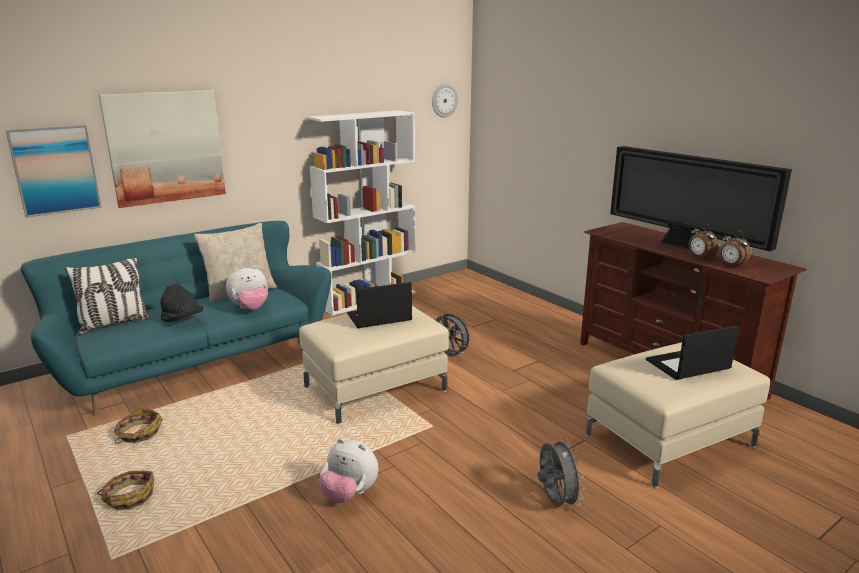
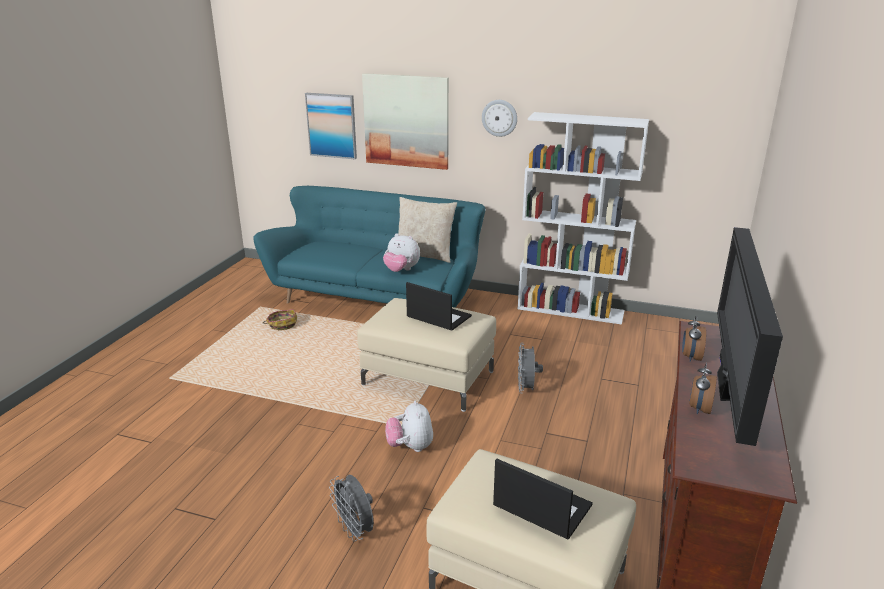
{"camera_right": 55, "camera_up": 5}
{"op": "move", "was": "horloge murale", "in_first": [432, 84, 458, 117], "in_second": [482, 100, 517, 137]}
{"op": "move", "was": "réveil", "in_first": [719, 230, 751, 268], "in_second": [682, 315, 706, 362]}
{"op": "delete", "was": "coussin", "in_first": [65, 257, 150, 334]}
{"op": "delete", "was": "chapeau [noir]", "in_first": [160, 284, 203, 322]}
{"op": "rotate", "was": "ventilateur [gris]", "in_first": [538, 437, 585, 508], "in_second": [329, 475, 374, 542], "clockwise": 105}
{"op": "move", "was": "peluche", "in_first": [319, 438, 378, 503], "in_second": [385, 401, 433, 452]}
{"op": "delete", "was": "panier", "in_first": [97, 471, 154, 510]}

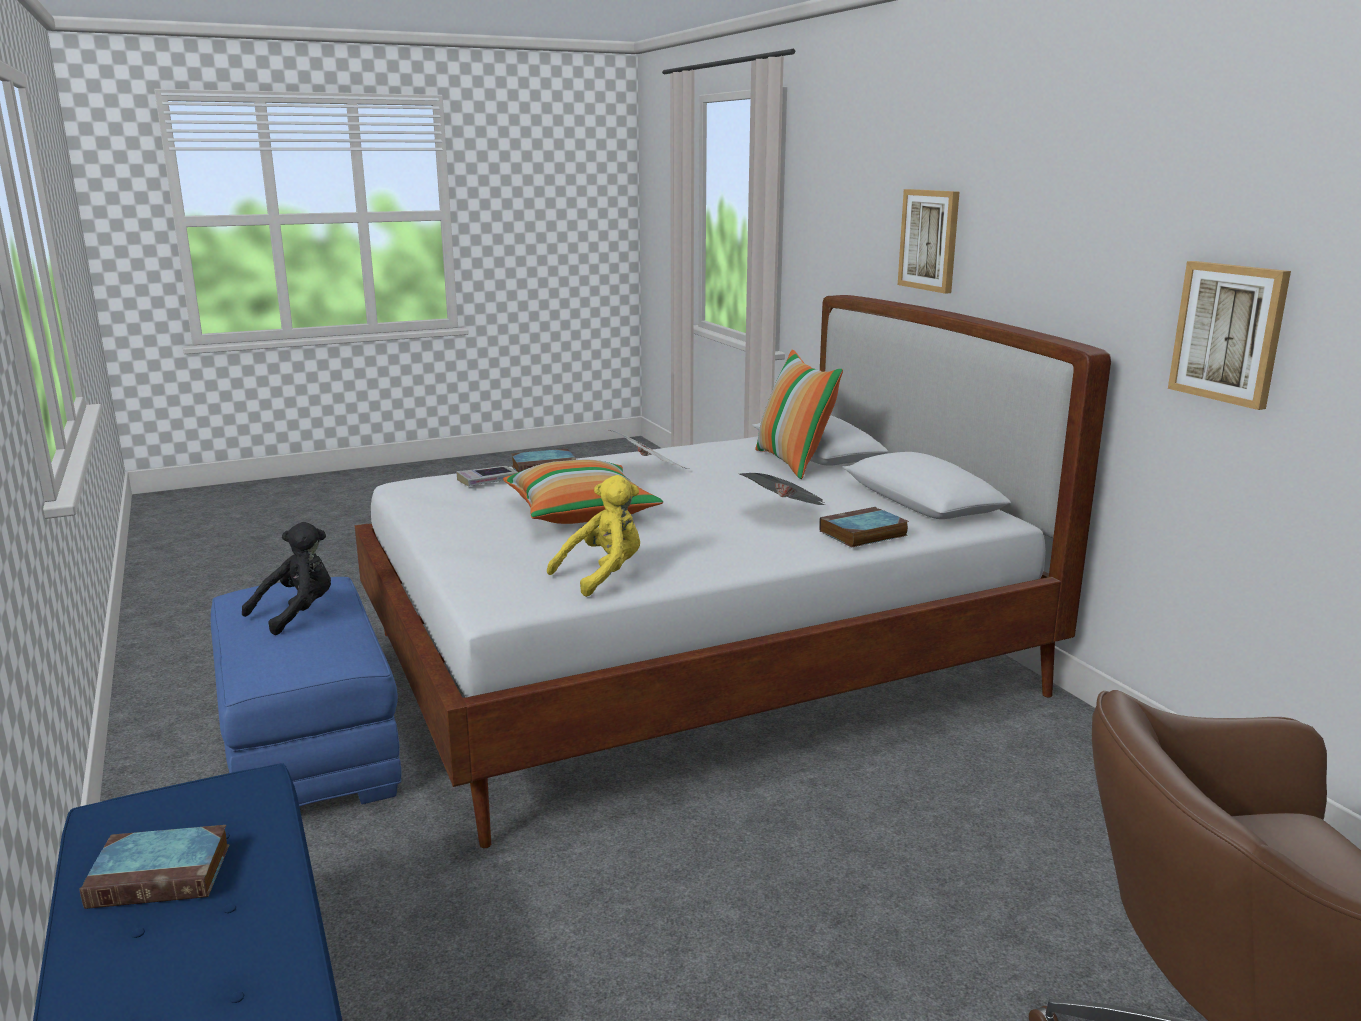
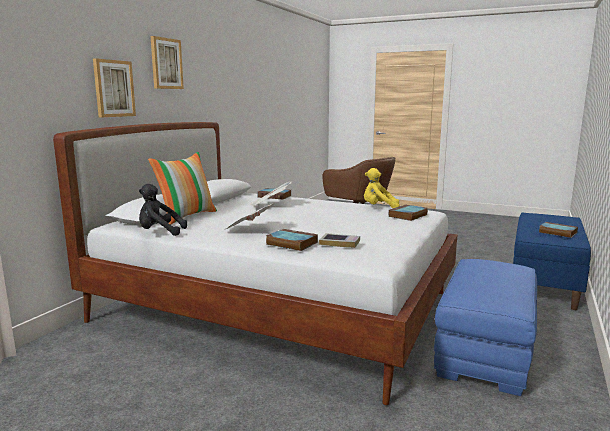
{"camera_right": -130, "camera_up": -5}
{"op": "move", "was": "tableau", "in_first": [1168, 261, 1291, 410], "in_second": [150, 36, 184, 89]}
{"op": "delete", "was": "coussin", "in_first": [503, 460, 663, 524]}
{"op": "move", "was": "peluche [noir]", "in_first": [242, 522, 331, 635], "in_second": [139, 184, 187, 236]}
{"op": "insert", "now": "livre", "in_second": [389, 204, 428, 221]}

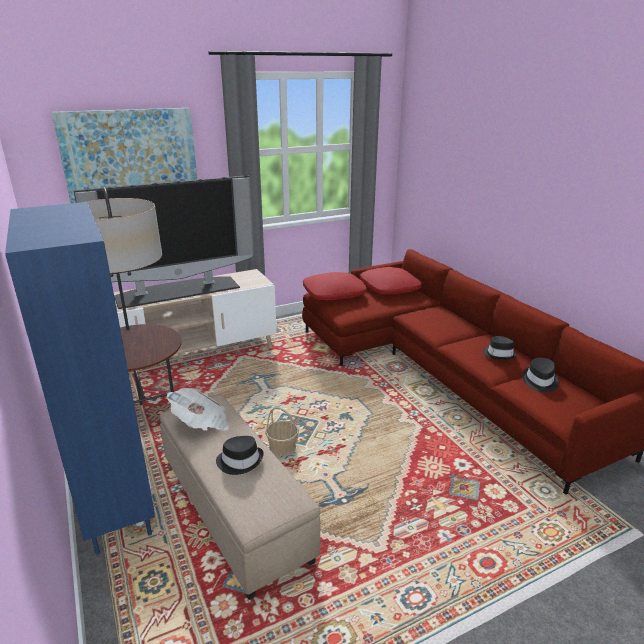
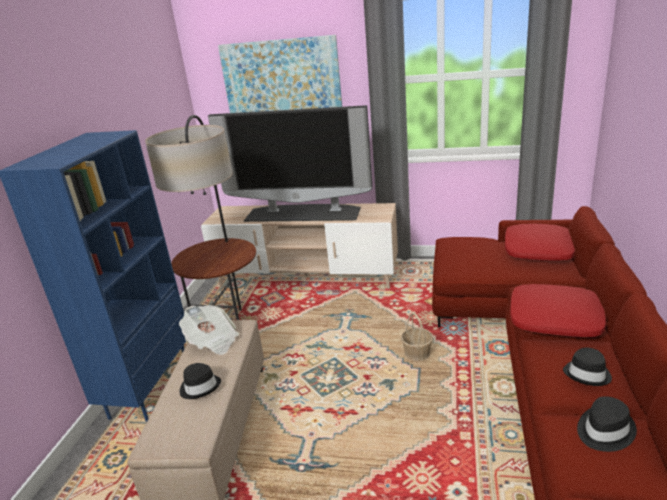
{"camera_right": 40, "camera_up": 0}
{"op": "move", "was": "coussin [rouge]", "in_first": [303, 272, 367, 300], "in_second": [510, 284, 606, 337]}
{"op": "move", "was": "panier", "in_first": [265, 407, 299, 456], "in_second": [401, 313, 433, 361]}

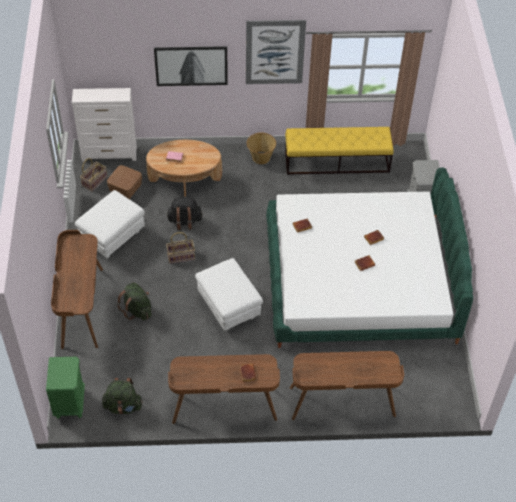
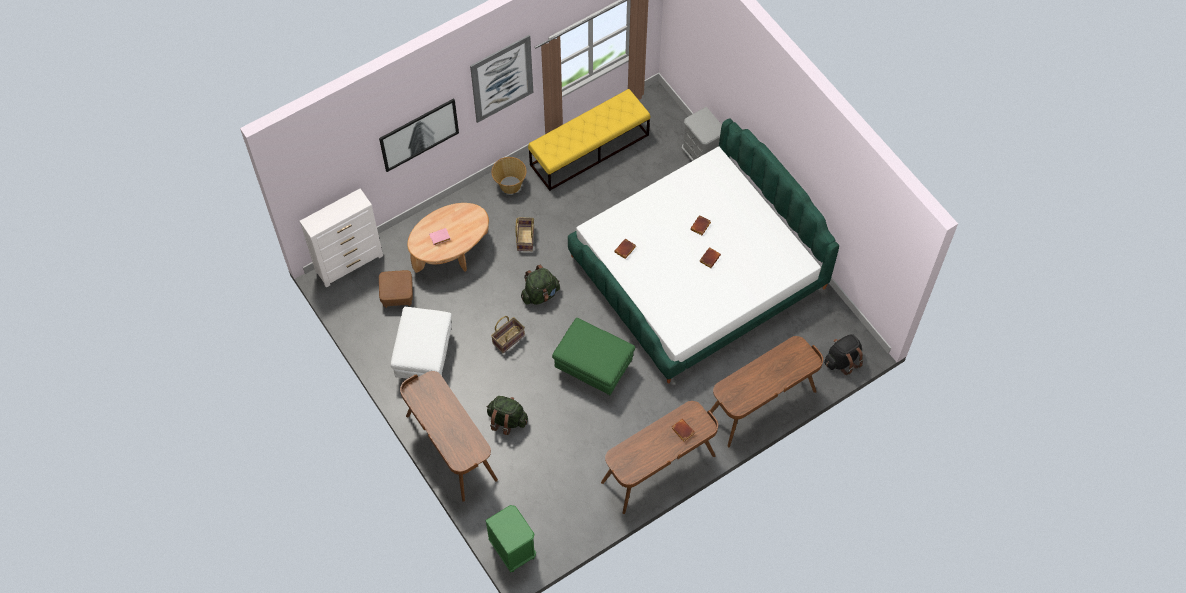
{"camera_right": -30, "camera_up": 10}
{"op": "move", "was": "panier", "in_first": [80, 158, 107, 191], "in_second": [516, 217, 534, 251]}
{"op": "move", "was": "sac à dos [noir]", "in_first": [166, 197, 202, 230], "in_second": [824, 334, 863, 375]}
{"op": "recolor", "was": "pouf [blanc]", "now": "pouf [vert]", "in_first": [195, 258, 263, 331], "in_second": [552, 318, 635, 395]}
{"op": "move", "was": "sac à dos [vert]", "in_first": [102, 378, 143, 414], "in_second": [521, 264, 560, 305]}

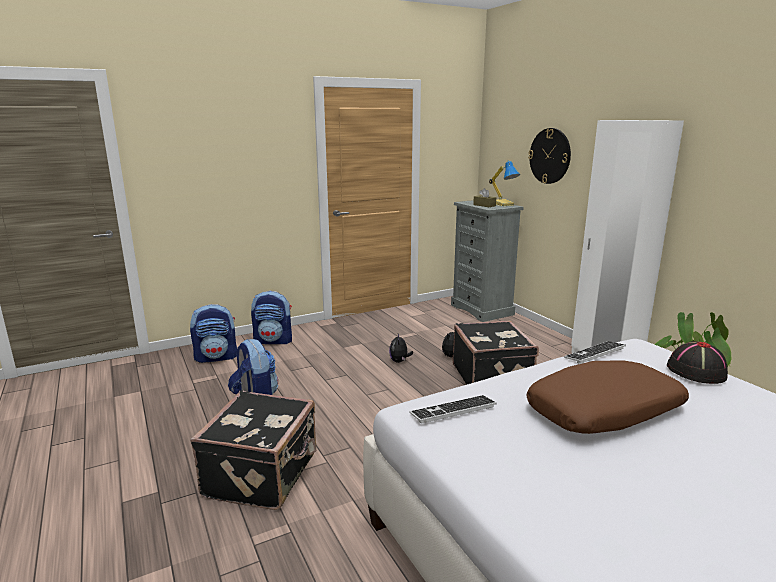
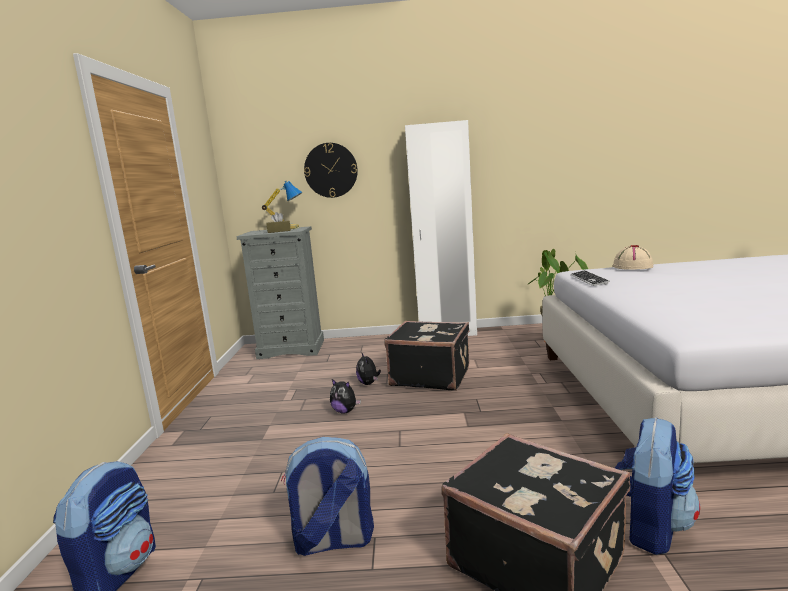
{"camera_right": -60, "camera_up": -5}
{"op": "move", "was": "sac à dos", "in_first": [251, 291, 292, 344], "in_second": [615, 417, 700, 555]}
{"op": "recolor", "was": "chapeau [noir]", "now": "chapeau [beige]", "in_first": [667, 341, 728, 384], "in_second": [613, 245, 653, 270]}
{"op": "delete", "was": "coussin [marron]", "in_first": [527, 360, 689, 434]}
{"op": "delete", "was": "clavier", "in_first": [410, 395, 496, 424]}

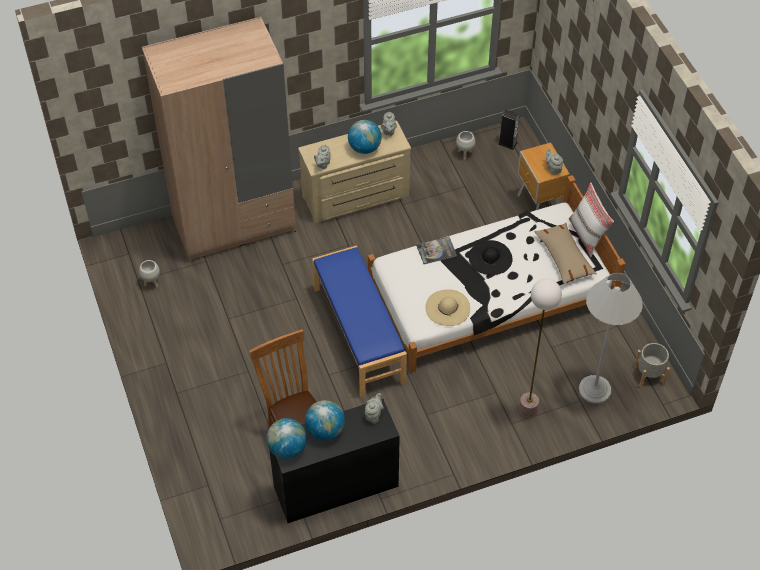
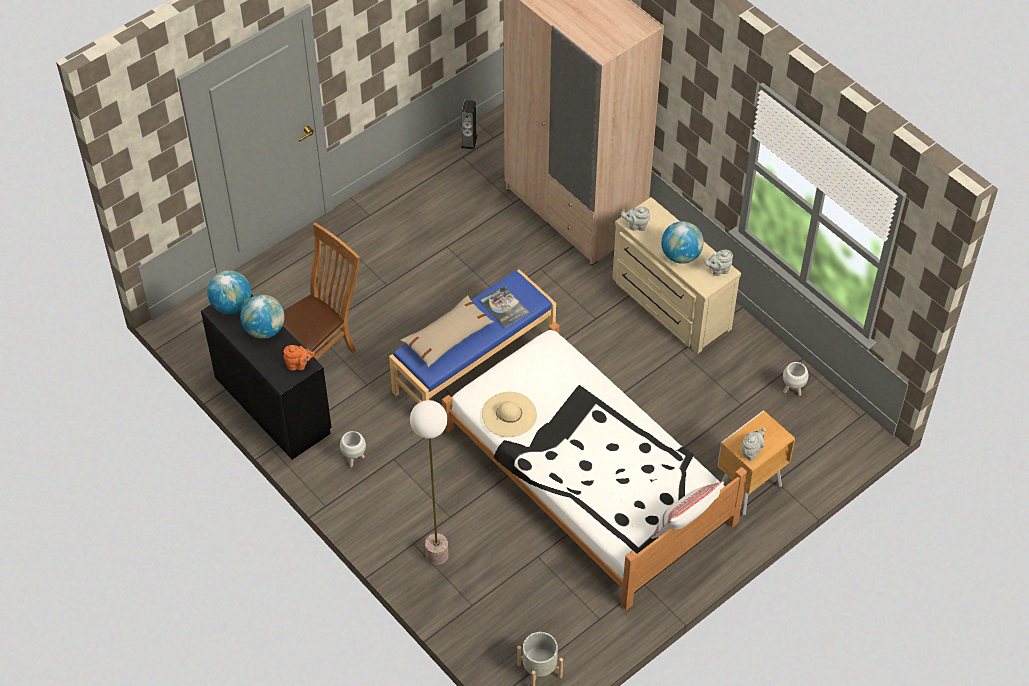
{"camera_right": 70, "camera_up": 0}
{"op": "move", "was": "enceinte", "in_first": [498, 109, 520, 150], "in_second": [461, 100, 477, 150]}
{"op": "move", "was": "coussin [beige]", "in_first": [534, 223, 597, 284], "in_second": [400, 295, 494, 367]}
{"op": "move", "was": "livre", "in_first": [416, 237, 457, 264], "in_second": [480, 286, 530, 328]}
{"op": "delete", "was": "chapeau [noir]", "in_first": [469, 240, 513, 275]}
{"op": "move", "was": "cache-pot [blanc]", "in_first": [139, 260, 160, 288], "in_second": [340, 431, 366, 467]}
{"op": "delete", "was": "lampadaire [blanc]", "in_first": [579, 272, 643, 404]}
{"op": "recolor", "was": "théière [gris]", "now": "théière [orange]", "in_first": [365, 393, 384, 424], "in_second": [283, 345, 315, 370]}

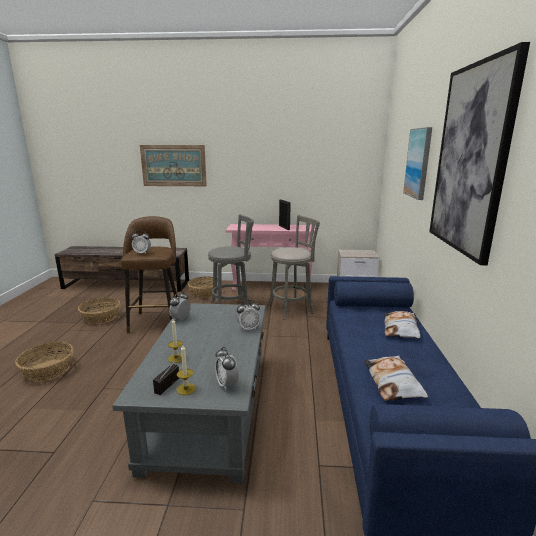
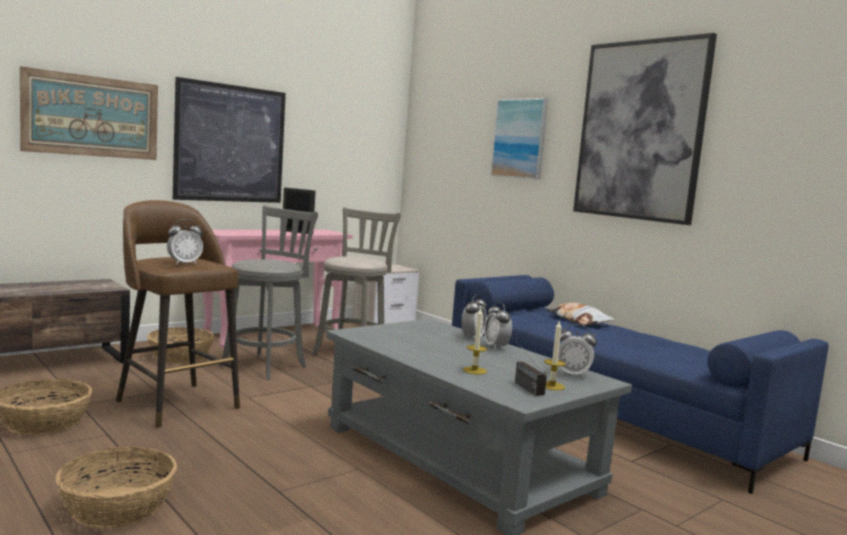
{"camera_right": -45, "camera_up": -10}
{"op": "move", "was": "réveil", "in_first": [169, 291, 191, 321], "in_second": [484, 302, 512, 350]}
{"op": "delete", "was": "coussin", "in_first": [364, 355, 428, 401]}
{"op": "insert", "now": "tableau", "in_second": [173, 77, 286, 203]}

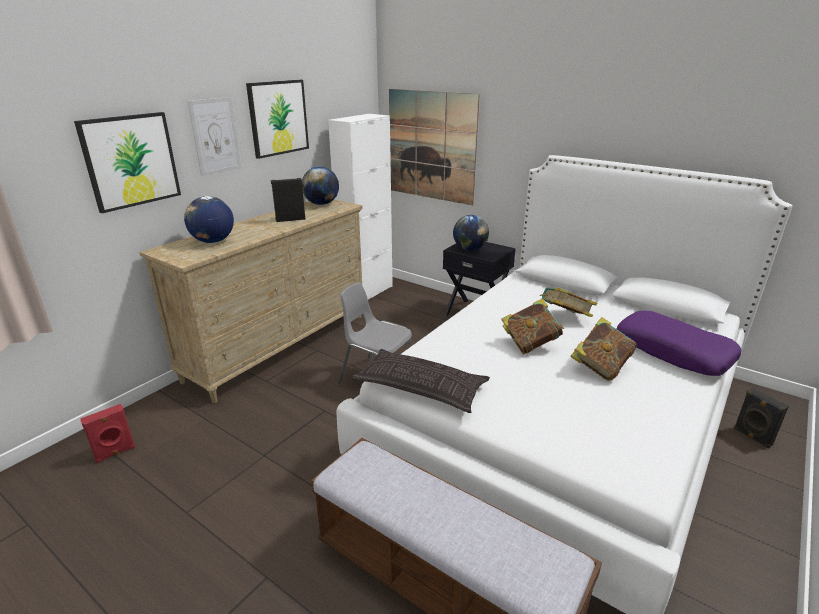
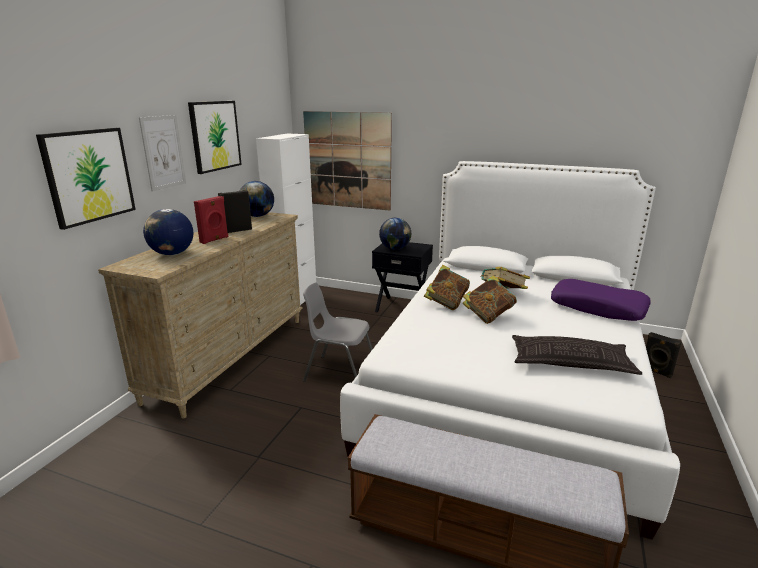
{"camera_right": -15, "camera_up": -5}
{"op": "move", "was": "livre", "in_first": [570, 317, 637, 381], "in_second": [424, 265, 470, 310]}
{"op": "move", "was": "coussin", "in_first": [352, 349, 490, 413], "in_second": [512, 335, 643, 375]}
{"op": "move", "was": "enceinte [rouge]", "in_first": [80, 404, 136, 463], "in_second": [194, 196, 229, 244]}

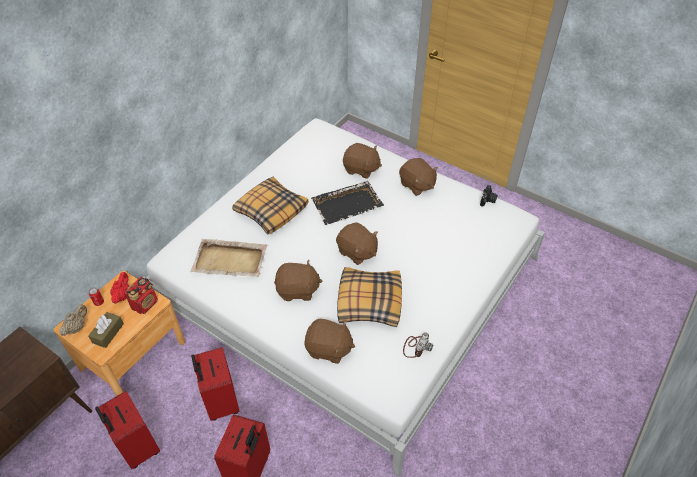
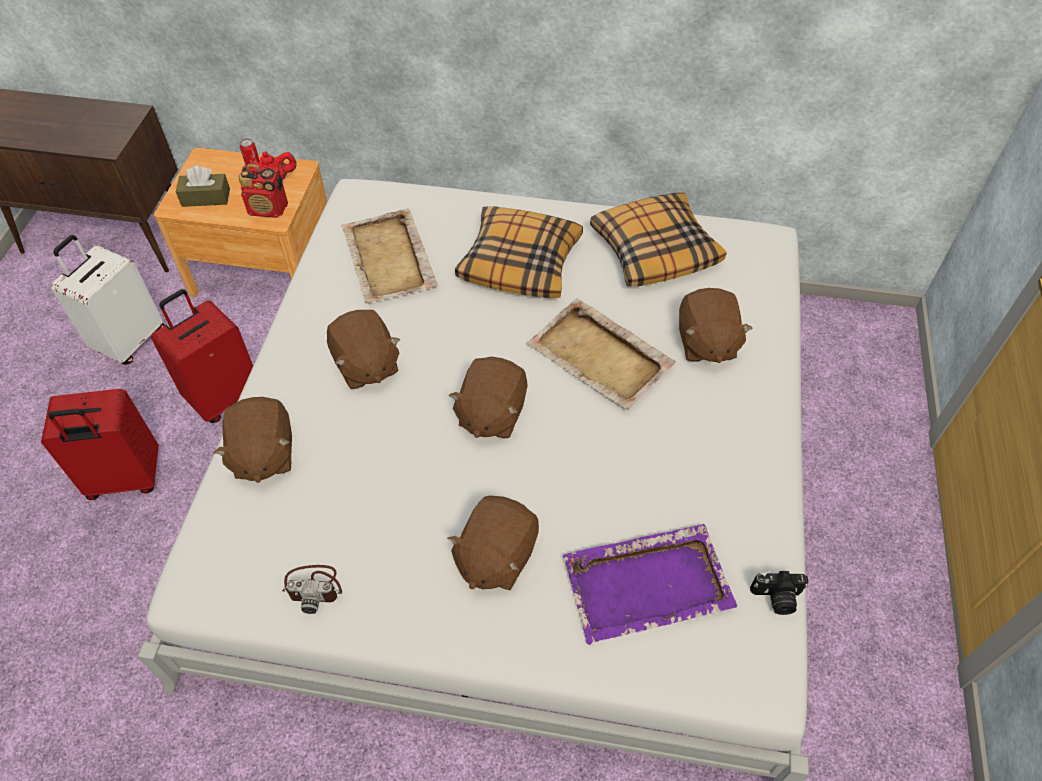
{"camera_right": 65, "camera_up": 5}
{"op": "move", "was": "peluche [marron]", "in_first": [399, 158, 438, 196], "in_second": [447, 496, 539, 590]}
{"op": "recolor", "was": "plateau [noir]", "now": "plateau [beige]", "in_first": [312, 181, 384, 225], "in_second": [526, 298, 676, 410]}
{"op": "move", "was": "coussin", "in_first": [337, 267, 402, 327], "in_second": [590, 193, 727, 287]}
{"op": "delete", "was": "théière [beige]", "in_first": [59, 304, 87, 336]}
{"op": "recolor", "was": "valise [rouge]", "now": "valise [blanc]", "in_first": [95, 391, 160, 469], "in_second": [51, 235, 165, 365]}
{"op": "insert", "now": "plateau [violet]", "in_second": [563, 524, 737, 645]}

